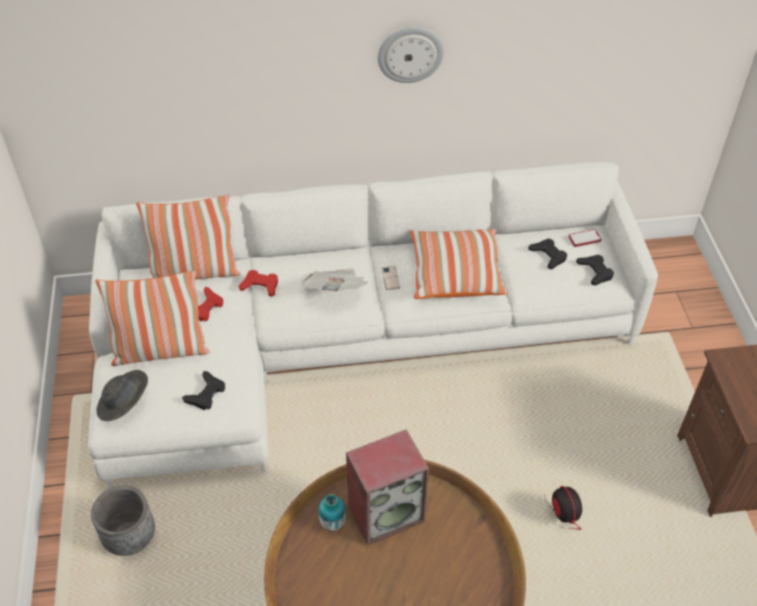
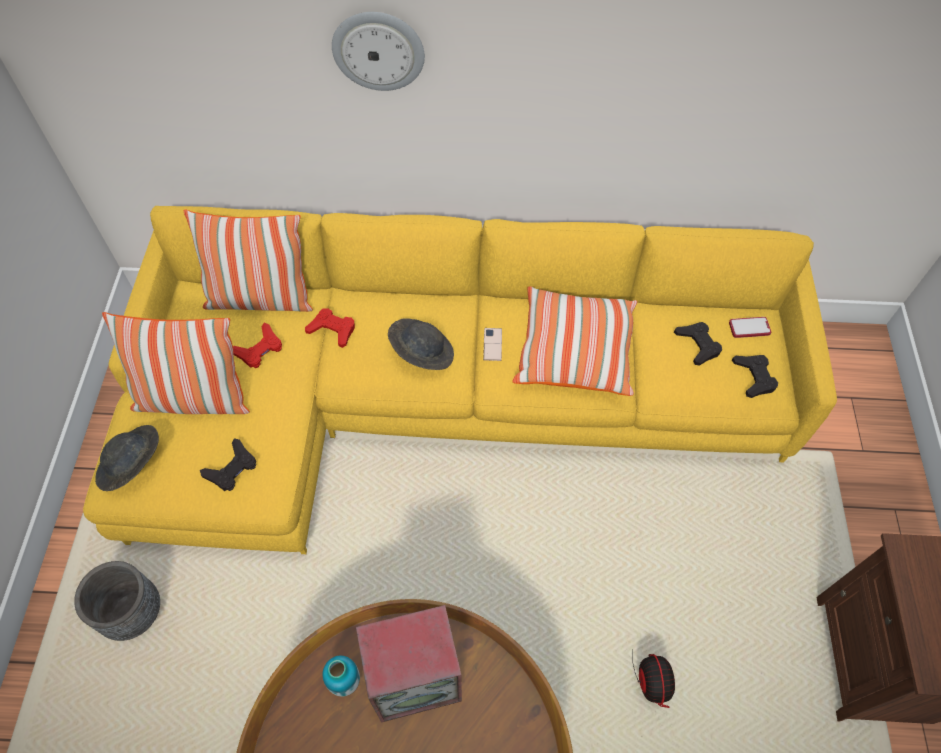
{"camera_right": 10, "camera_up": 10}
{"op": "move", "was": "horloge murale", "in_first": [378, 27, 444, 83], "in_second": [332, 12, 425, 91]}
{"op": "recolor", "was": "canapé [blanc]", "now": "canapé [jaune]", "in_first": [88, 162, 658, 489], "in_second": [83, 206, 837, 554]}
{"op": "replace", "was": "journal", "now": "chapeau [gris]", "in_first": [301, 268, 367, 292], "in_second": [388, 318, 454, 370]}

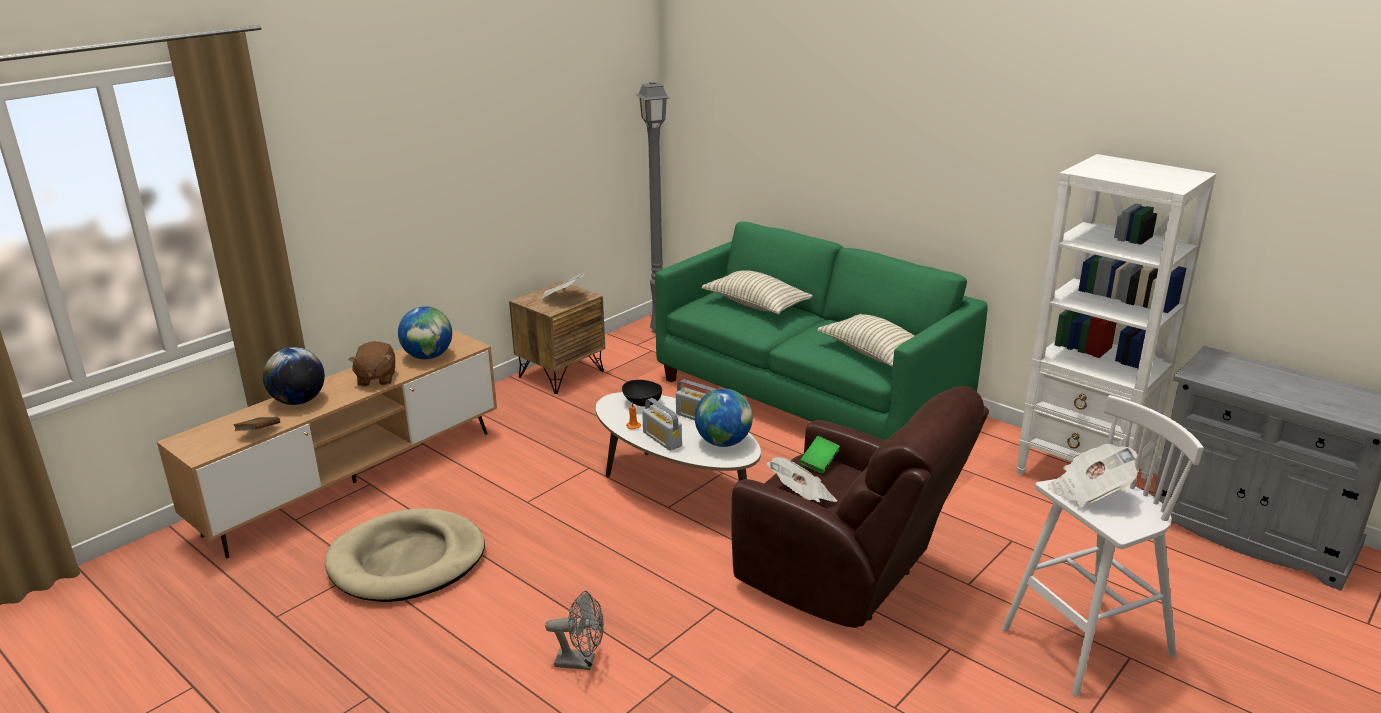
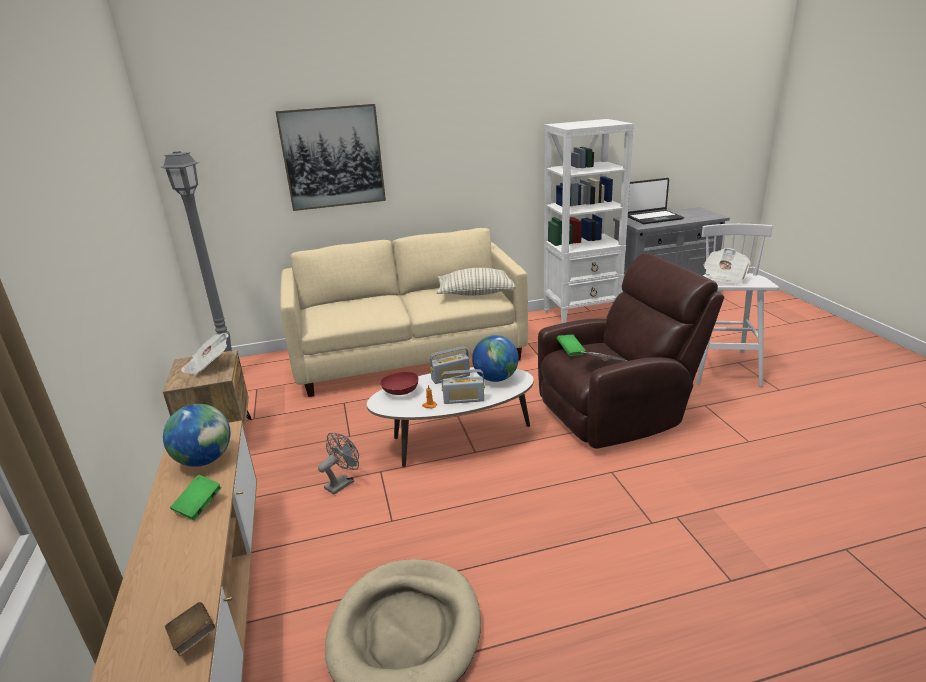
{"camera_right": -55, "camera_up": 0}
{"op": "recolor", "was": "canapé [vert]", "now": "canapé [beige]", "in_first": [655, 222, 988, 441], "in_second": [280, 228, 528, 397]}
{"op": "delete", "was": "coussin", "in_first": [701, 270, 813, 314]}
{"op": "replace", "was": "peluche [marron]", "now": "livre [vert]", "in_first": [349, 341, 395, 386], "in_second": [170, 475, 222, 520]}
{"op": "delete", "was": "globe", "in_first": [263, 347, 325, 405]}
{"op": "recolor", "was": "bol [noir]", "now": "bol [rouge]", "in_first": [622, 380, 662, 407], "in_second": [380, 372, 418, 395]}
{"op": "move", "was": "ventilateur [gris]", "in_first": [545, 591, 604, 670], "in_second": [318, 433, 359, 495]}
{"op": "insert", "now": "tableau", "in_second": [276, 104, 386, 211]}
{"op": "insert", "now": "ordinateur portable", "in_second": [628, 178, 684, 224]}

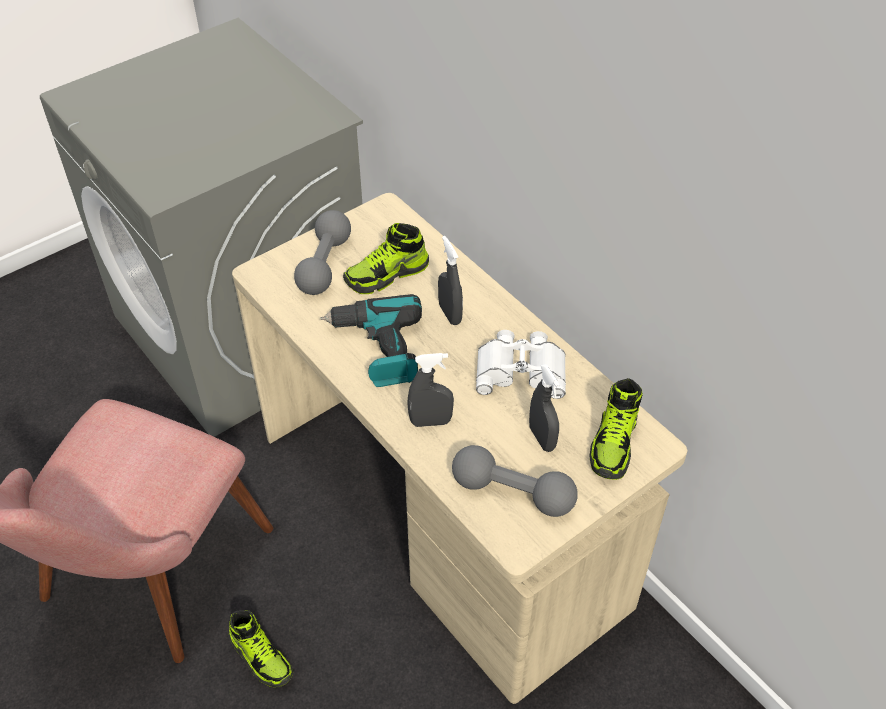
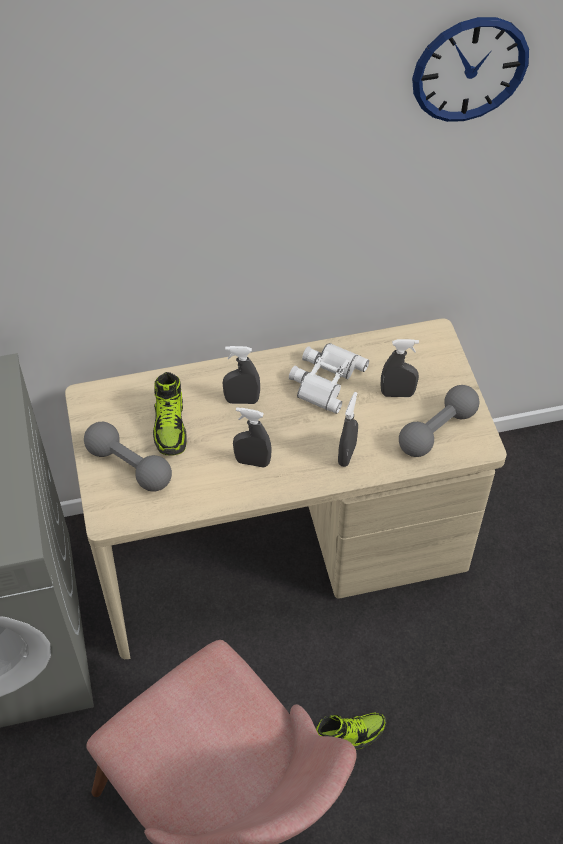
{"camera_right": -65, "camera_up": 5}
{"op": "replace", "was": "perceuse", "now": "vaporisateur [gris]", "in_first": [320, 294, 422, 387], "in_second": [233, 407, 272, 468]}
{"op": "delete", "was": "chaussure", "in_first": [589, 378, 643, 480]}
{"op": "insert", "now": "horloge murale", "in_second": [412, 17, 529, 122]}

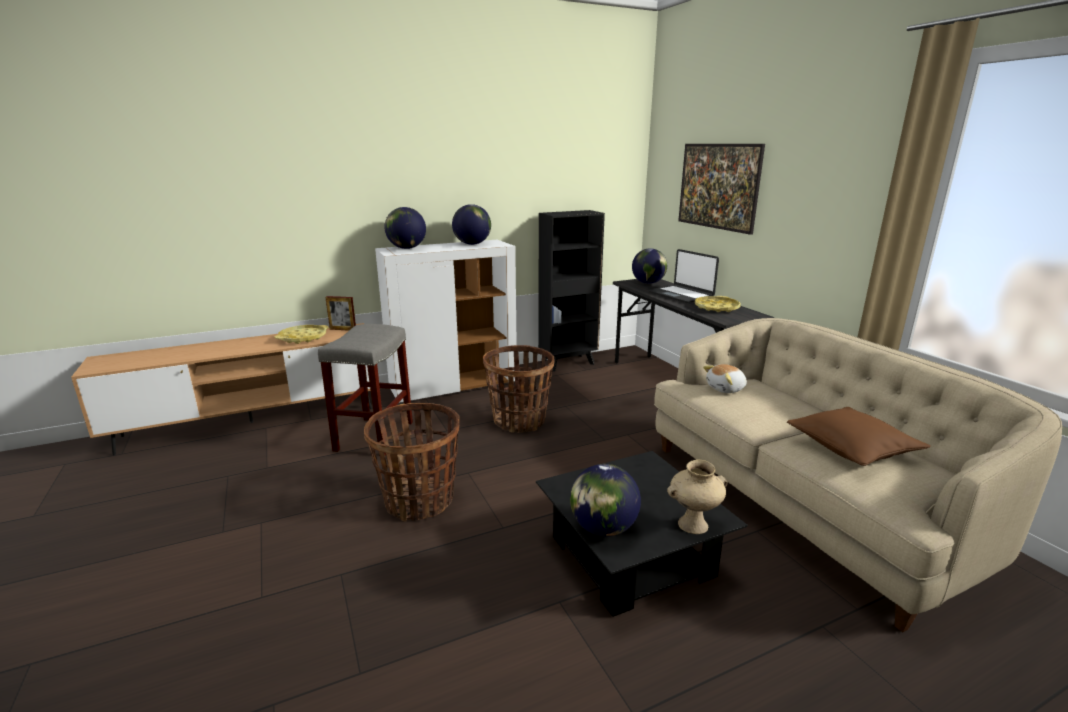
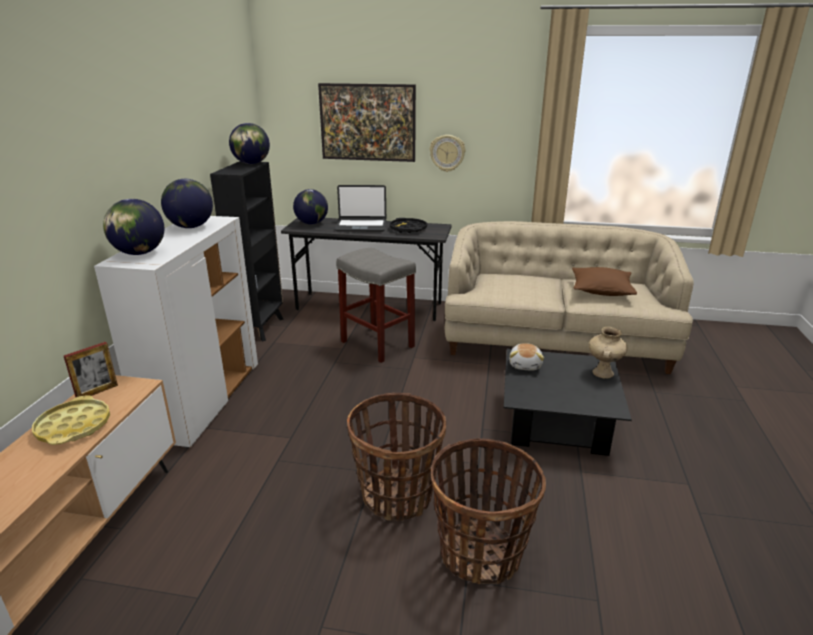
{"camera_right": -55, "camera_up": 5}
{"op": "recolor", "was": "plateau [jaune]", "now": "plateau [noir]", "in_first": [695, 296, 741, 312], "in_second": [390, 218, 427, 233]}
{"op": "move", "was": "tabouret [gris]", "in_first": [318, 324, 413, 456], "in_second": [336, 248, 416, 363]}
{"op": "move", "was": "panier", "in_first": [483, 345, 554, 433], "in_second": [431, 438, 546, 584]}
{"op": "move", "was": "peluche", "in_first": [703, 364, 747, 393], "in_second": [509, 343, 544, 370]}
{"op": "move", "was": "globe", "in_first": [570, 464, 641, 537], "in_second": [229, 123, 270, 164]}
{"op": "insert", "now": "horloge murale", "in_second": [430, 135, 465, 172]}

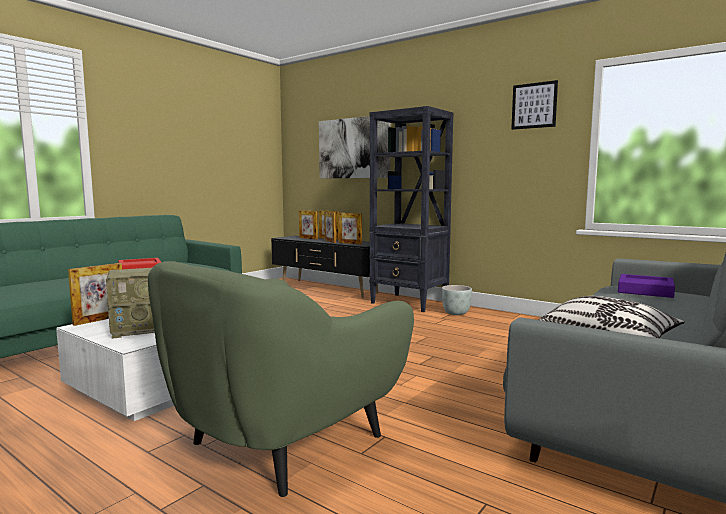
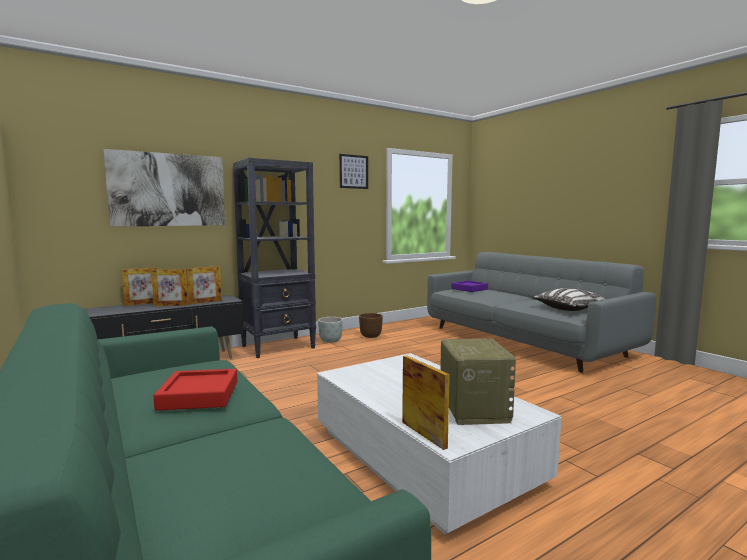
{"camera_right": -70, "camera_up": 0}
{"op": "delete", "was": "cadre photo", "in_first": [299, 210, 318, 239]}
{"op": "delete", "was": "fauteuil [vert]", "in_first": [148, 261, 414, 497]}
{"op": "insert", "now": "cache-pot [marron]", "in_second": [359, 313, 383, 338]}

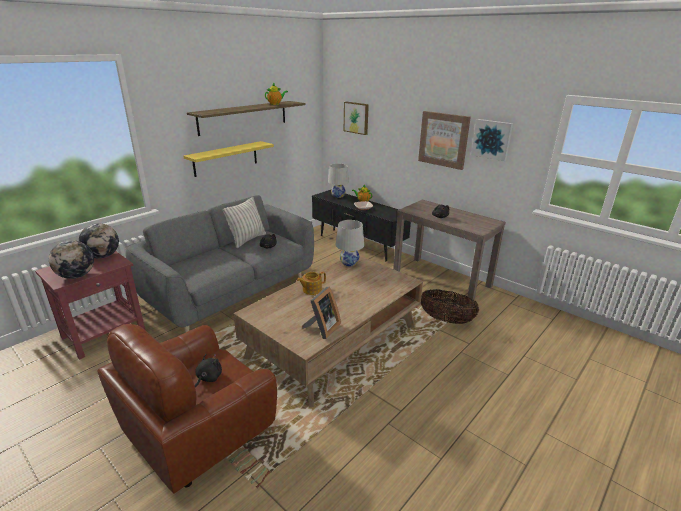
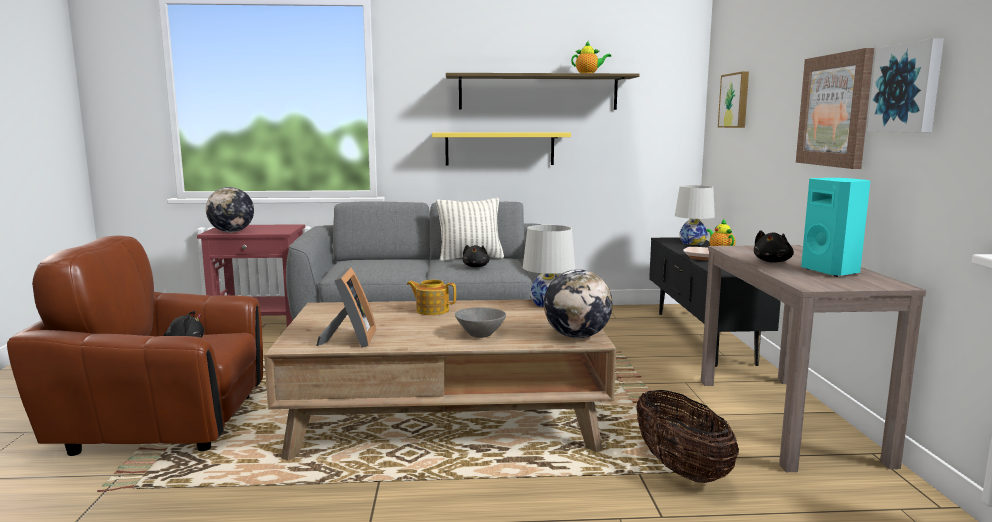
{"camera_right": 45, "camera_up": -15}
{"op": "move", "was": "globe", "in_first": [79, 223, 119, 258], "in_second": [544, 269, 613, 338]}
{"op": "rotate", "was": "cadre photo", "in_first": [302, 287, 341, 339], "in_second": [316, 267, 376, 348], "clockwise": -75}
{"op": "insert", "now": "enceinte [turquoise]", "in_second": [801, 178, 870, 277]}
{"op": "insert", "now": "bol [gris]", "in_second": [455, 307, 506, 338]}

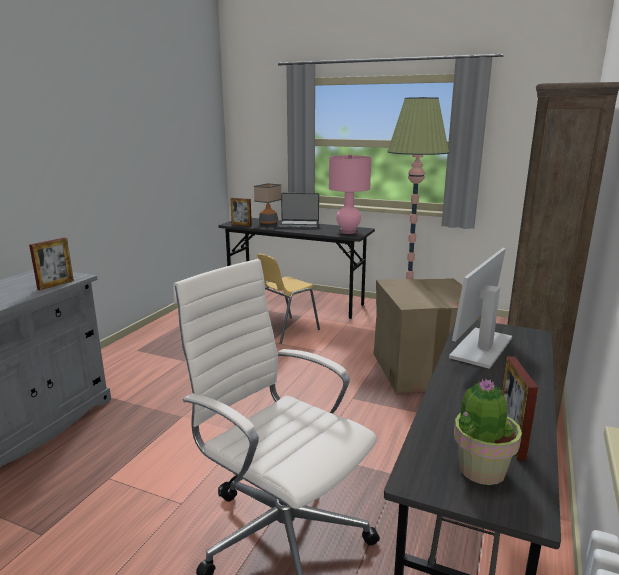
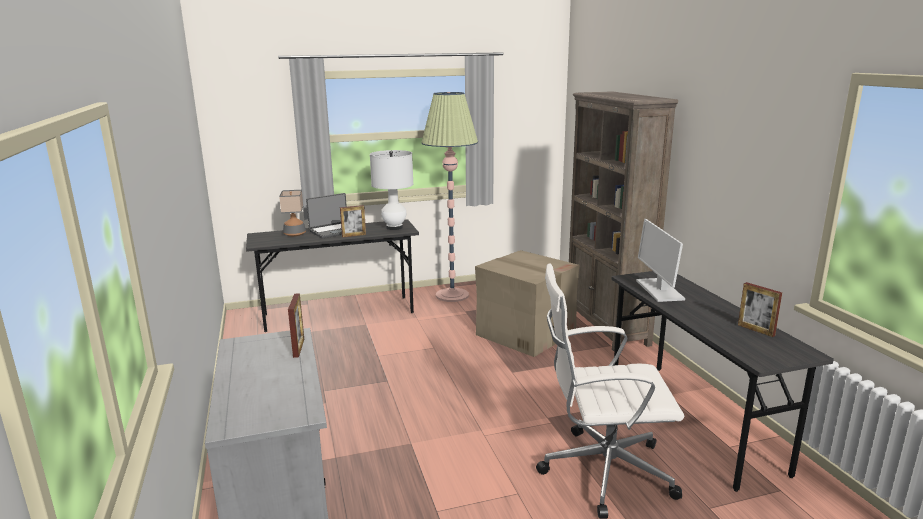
{"camera_right": -40, "camera_up": 0}
{"op": "recolor", "was": "lampe de table [rose]", "now": "lampe de table [blanc]", "in_first": [329, 154, 371, 234], "in_second": [370, 150, 413, 230]}
{"op": "move", "was": "cadre photo", "in_first": [231, 198, 252, 226], "in_second": [340, 205, 366, 237]}
{"op": "delete", "was": "chaise [jaune]", "in_first": [257, 254, 320, 344]}
{"op": "delete", "was": "plante en pot", "in_first": [454, 378, 522, 485]}

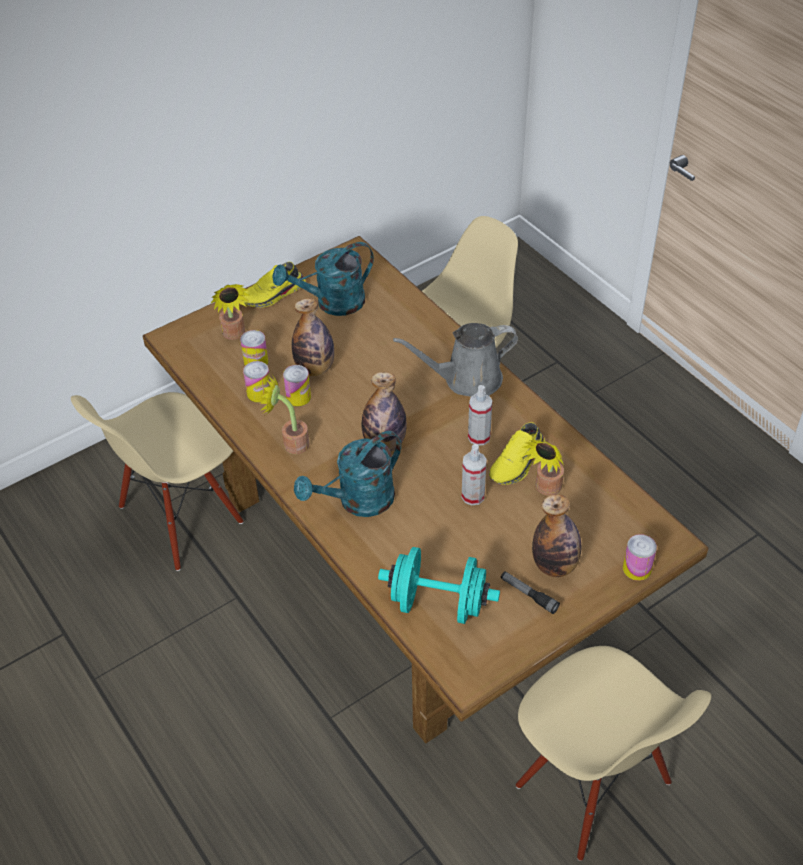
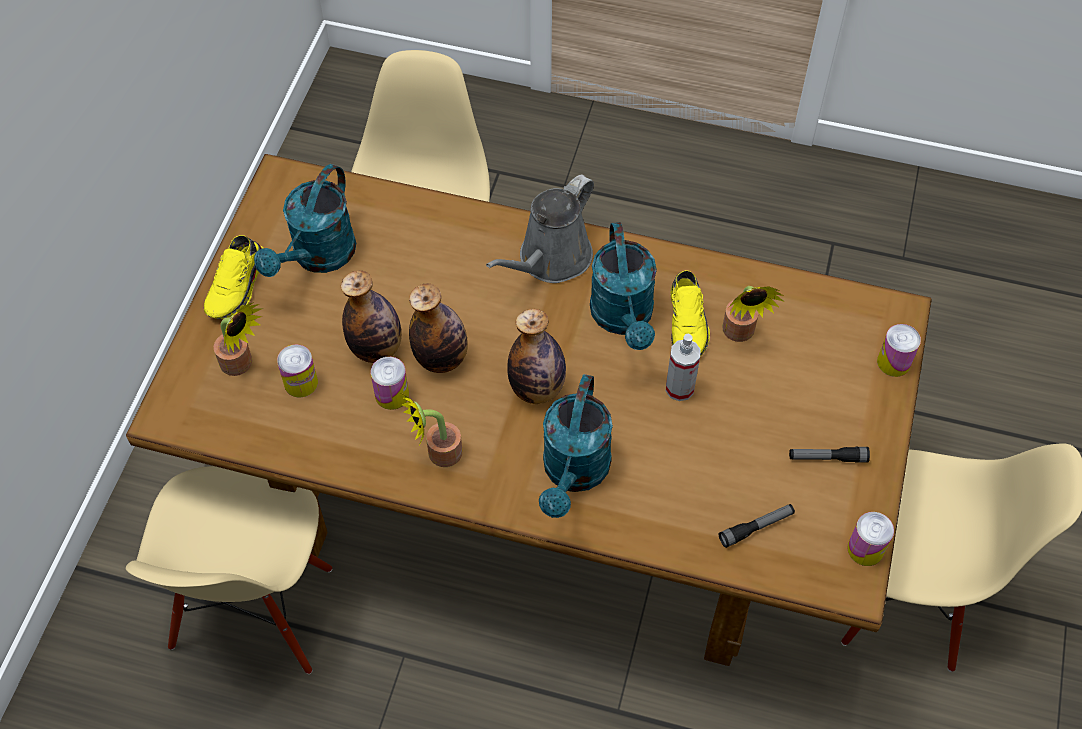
{"camera_right": -40, "camera_up": 10}
{"op": "move", "was": "boîte métallique", "in_first": [243, 361, 271, 403], "in_second": [847, 512, 894, 566]}
{"op": "replace", "was": "vaporisateur", "now": "arrosoir [turquoise]", "in_first": [468, 385, 492, 446], "in_second": [590, 222, 657, 350]}
{"op": "move", "was": "bouteille", "in_first": [532, 494, 582, 577], "in_second": [409, 283, 468, 373]}
{"op": "replace", "was": "haltère [turquoise]", "now": "lampe de poche", "in_first": [378, 547, 500, 624], "in_second": [719, 504, 795, 548]}

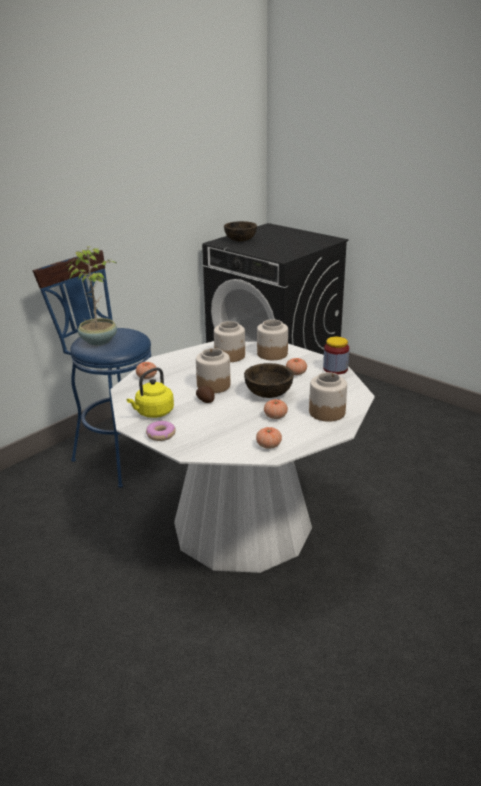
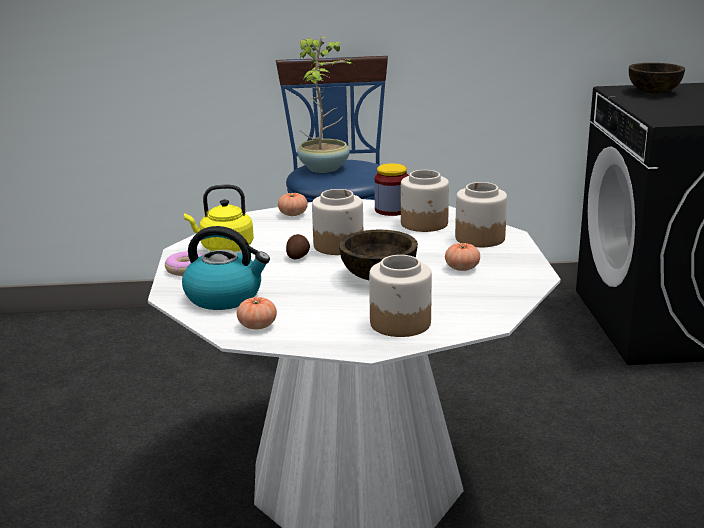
{"camera_right": 45, "camera_up": -5}
{"op": "move", "was": "bocal", "in_first": [323, 337, 349, 375], "in_second": [374, 163, 409, 216]}
{"op": "delete", "was": "tomate", "in_first": [264, 399, 288, 419]}
{"op": "insert", "now": "bouilloire", "in_second": [182, 226, 270, 310]}

